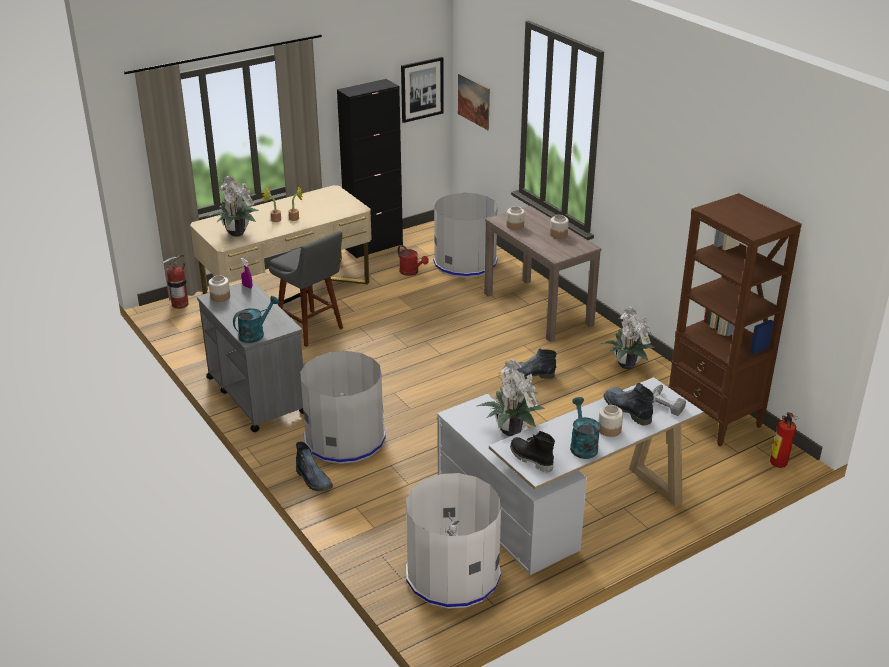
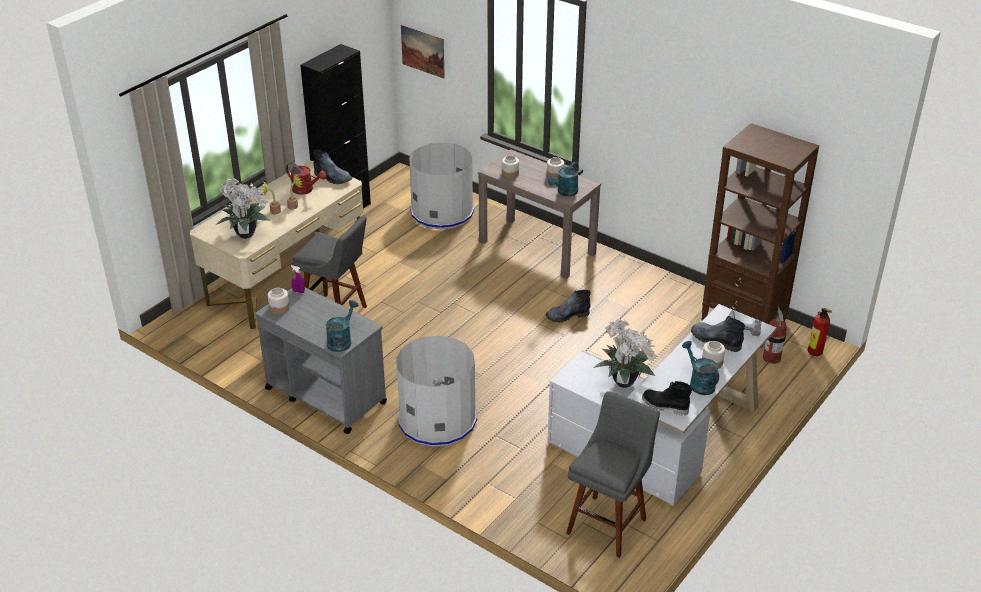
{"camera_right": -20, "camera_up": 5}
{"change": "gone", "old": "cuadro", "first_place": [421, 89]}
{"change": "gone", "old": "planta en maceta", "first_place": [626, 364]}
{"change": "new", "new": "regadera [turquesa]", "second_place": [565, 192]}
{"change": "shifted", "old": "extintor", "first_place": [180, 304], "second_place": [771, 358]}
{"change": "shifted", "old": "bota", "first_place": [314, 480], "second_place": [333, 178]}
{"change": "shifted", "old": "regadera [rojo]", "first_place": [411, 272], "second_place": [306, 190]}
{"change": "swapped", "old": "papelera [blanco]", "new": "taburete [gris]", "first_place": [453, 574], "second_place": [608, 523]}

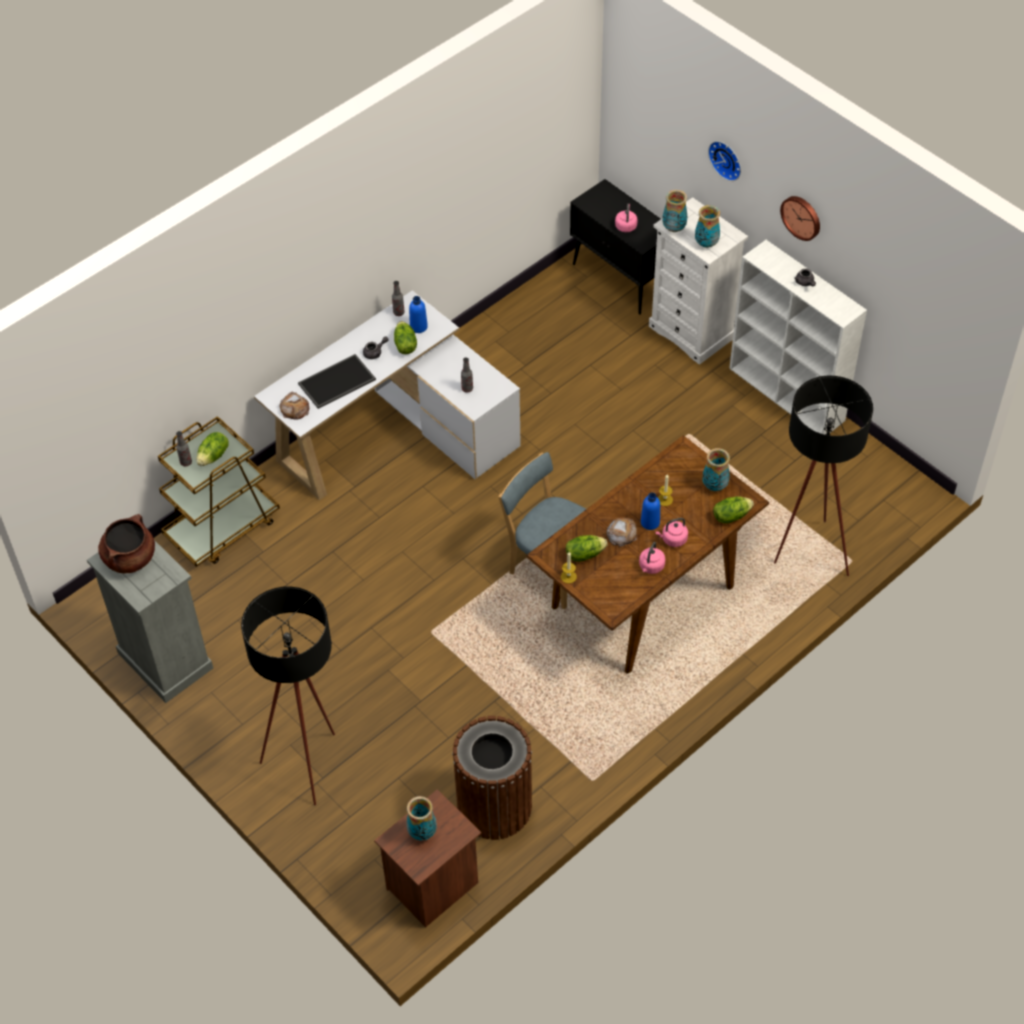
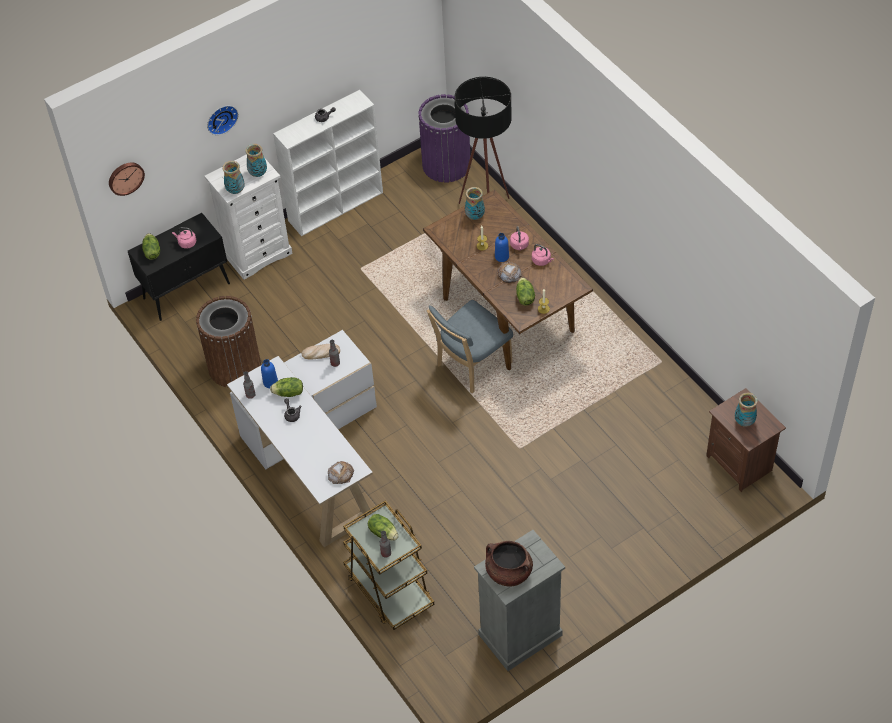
{"camera_right": -80, "camera_up": 0}
{"change": "gone", "old": "lámpara de pie [negro]", "first_place": [310, 760]}
{"change": "gone", "old": "bandeja", "first_place": [337, 383]}
{"change": "new", "new": "pan", "second_place": [321, 353]}
{"change": "new", "new": "papelera [morado]", "second_place": [446, 164]}
{"change": "shifted", "old": "papelera [marrón]", "first_place": [494, 806], "second_place": [234, 366]}
{"change": "shifted", "old": "lechuga", "first_place": [731, 516], "second_place": [152, 252]}
{"change": "shifted", "old": "reloj de pared", "first_place": [802, 217], "second_place": [125, 177]}

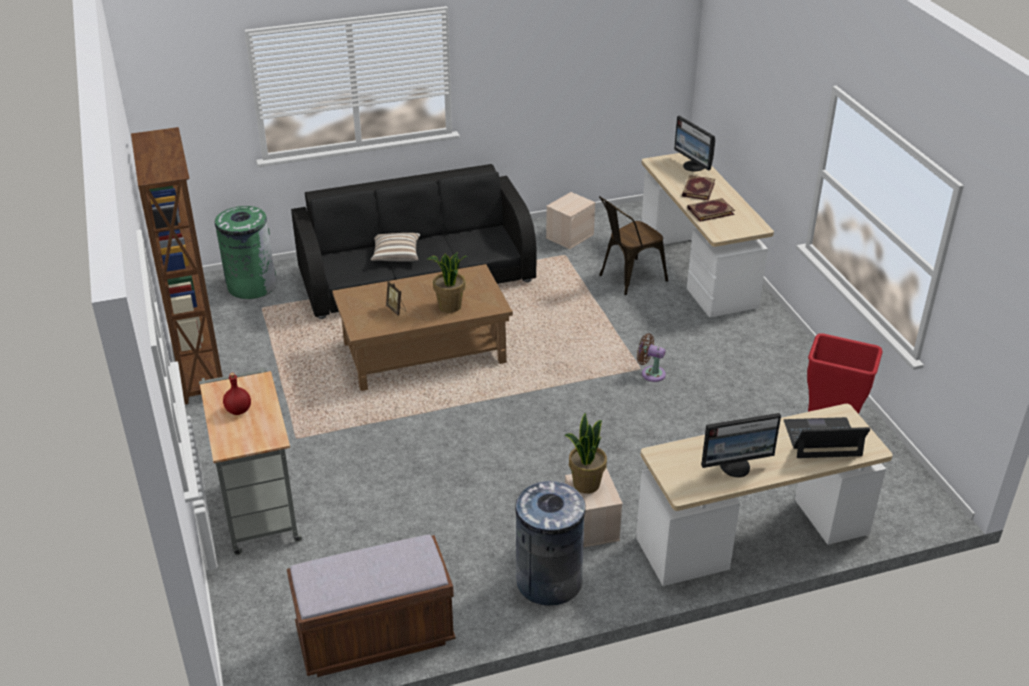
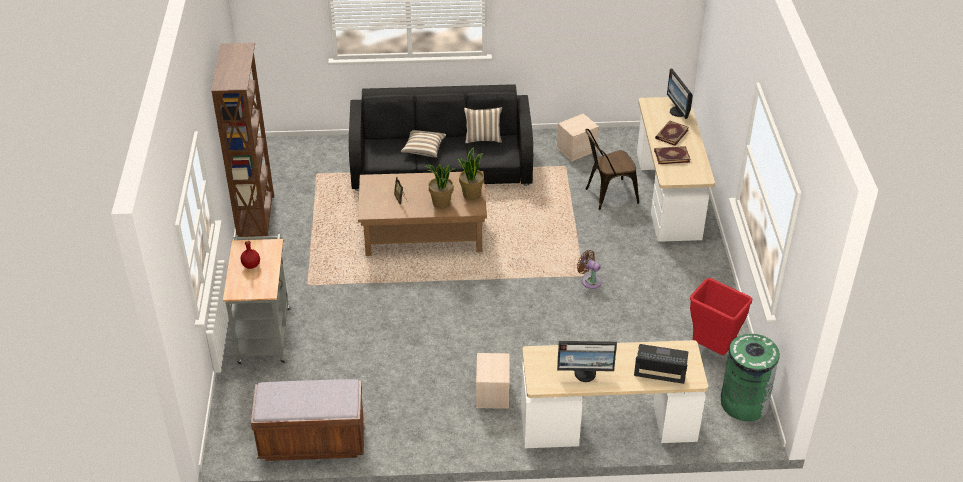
{"camera_right": 15, "camera_up": 5}
{"change": "gone", "old": "papelera [gris]", "first_place": [548, 581]}
{"change": "new", "new": "cojín", "second_place": [483, 139]}
{"change": "shifted", "old": "papelera [verde]", "first_place": [251, 285], "second_place": [743, 403]}
{"change": "shifted", "old": "planta en maceta", "first_place": [586, 484], "second_place": [471, 194]}

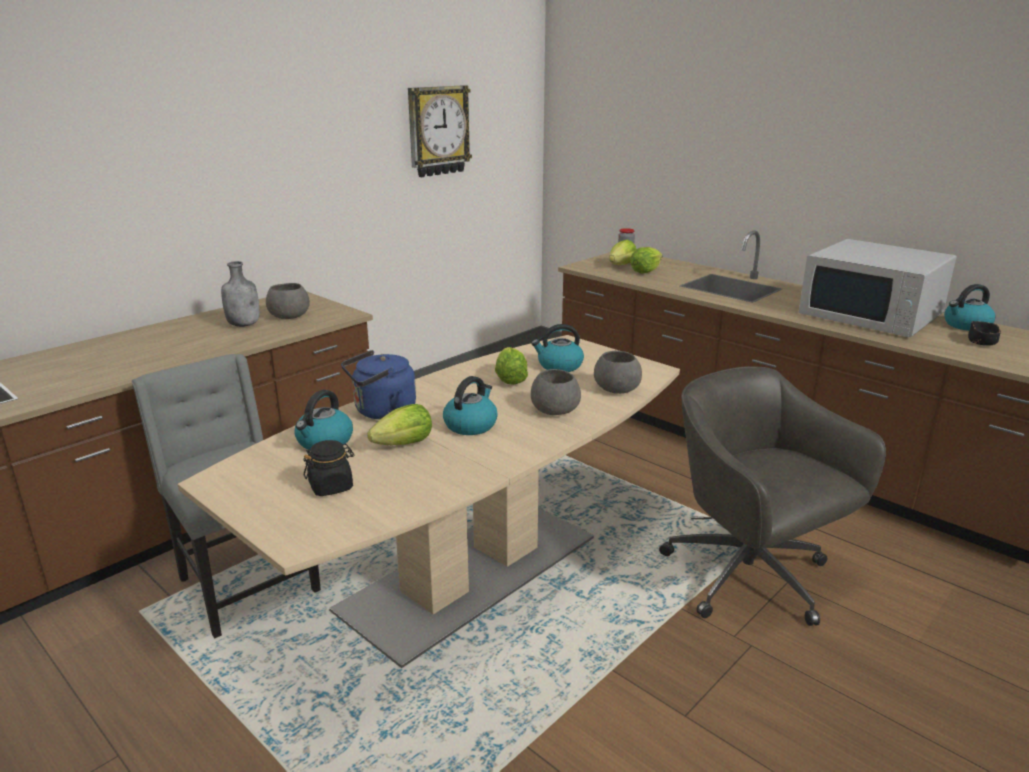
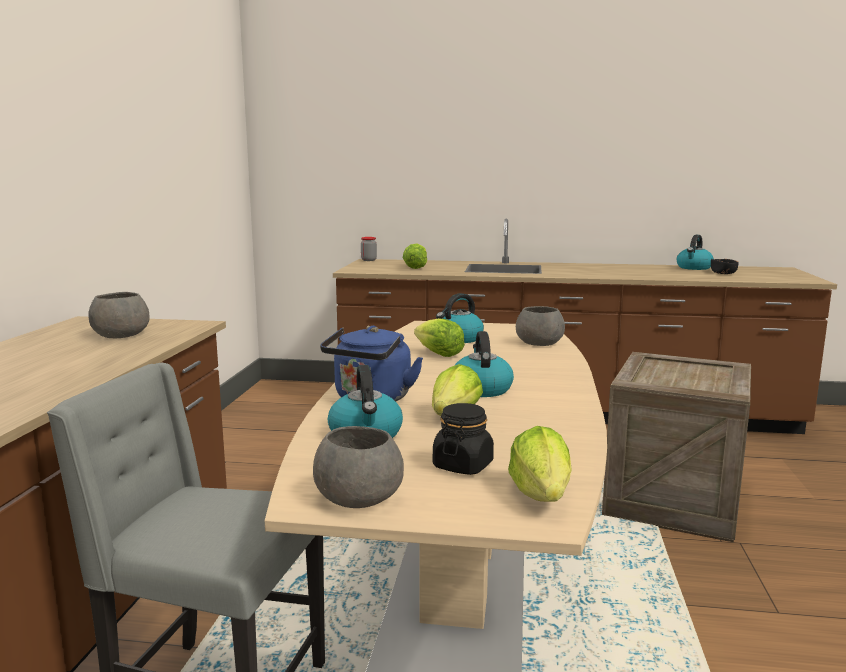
{"camera_right": -35, "camera_up": -10}
{"change": "gone", "old": "botella [gris]", "first_place": [244, 324]}
{"change": "gone", "old": "reloj de pared", "first_place": [438, 131]}
{"change": "gone", "old": "microondas [blanco]", "first_place": [871, 315]}
{"change": "shifted", "old": "cuenco [gris]", "first_place": [554, 409], "second_place": [357, 497]}
{"change": "shifted", "old": "lechuga", "first_place": [621, 265], "second_place": [541, 495]}
{"change": "swapped", "old": "silla de oficina [gris]", "new": "caja de embalaje", "first_place": [750, 579], "second_place": [672, 498]}

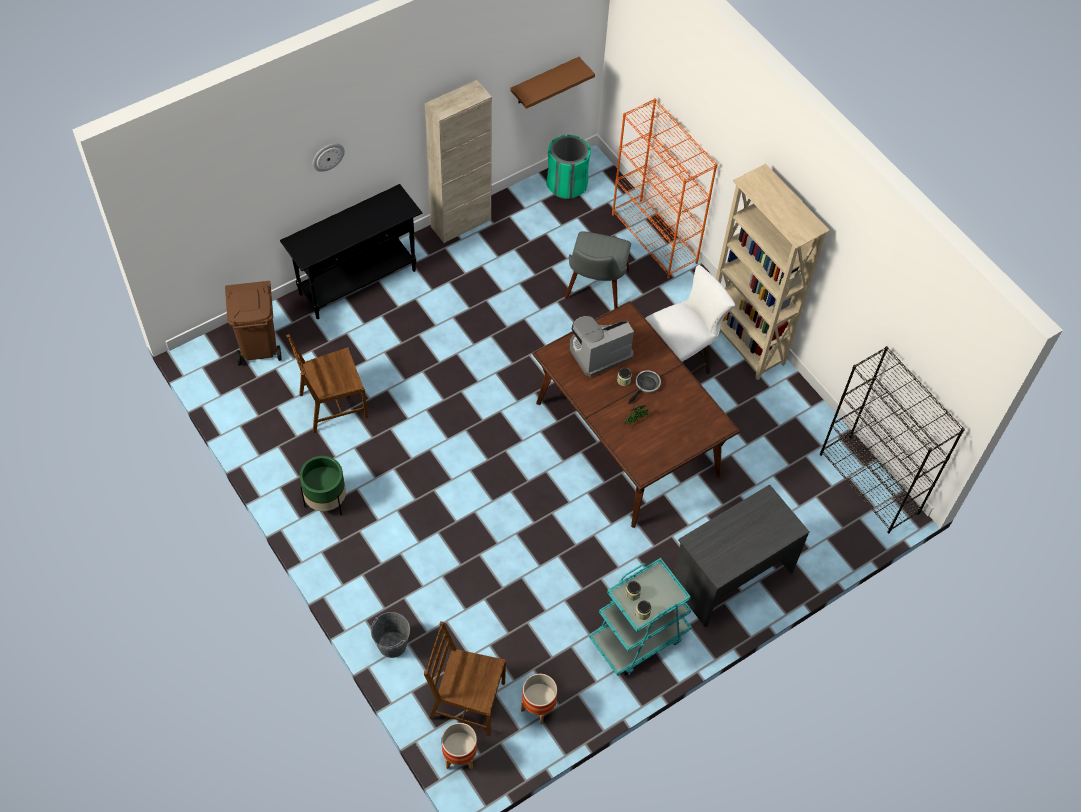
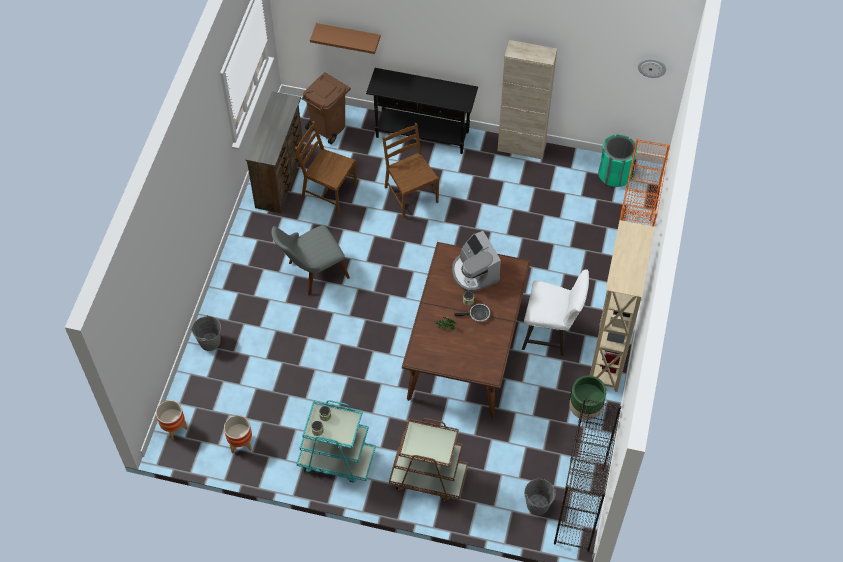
{"camera_right": 50, "camera_up": 0}
{"change": "new", "new": "cómoda [marrón]", "second_place": [281, 178]}
{"change": "new", "new": "cubo [gris]", "second_place": [537, 504]}
{"change": "shifted", "old": "maceta [verde]", "first_place": [326, 501], "second_place": [584, 411]}
{"change": "shifted", "old": "reloj de pared", "first_place": [328, 156], "second_place": [652, 67]}
{"change": "shifted", "old": "silla [marrón]", "first_place": [466, 701], "second_place": [410, 194]}
{"change": "shifted", "old": "estante [marrón]", "first_place": [544, 81], "second_place": [348, 36]}
{"change": "shifted", "old": "silla [gris]", "first_place": [594, 290], "second_place": [311, 273]}
{"change": "swapped", "old": "escritorio [gris]", "new": "carrito [marrón]", "first_place": [730, 576], "second_place": [428, 477]}
{"change": "rotated", "old": "cafetera", "first_place": [598, 351], "second_place": [474, 273], "degrees": -135}

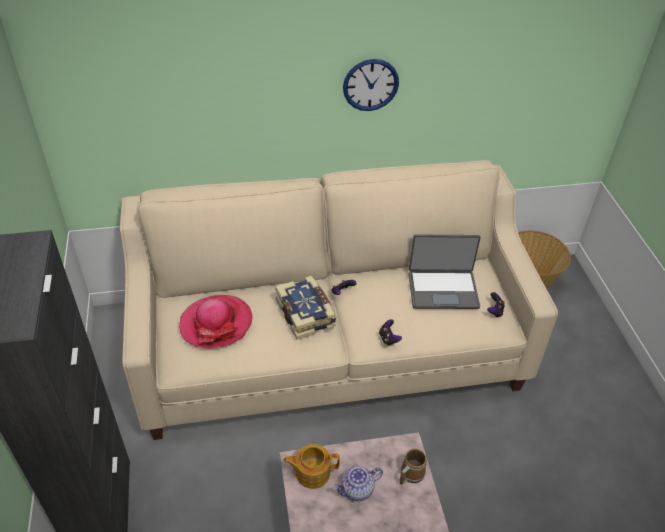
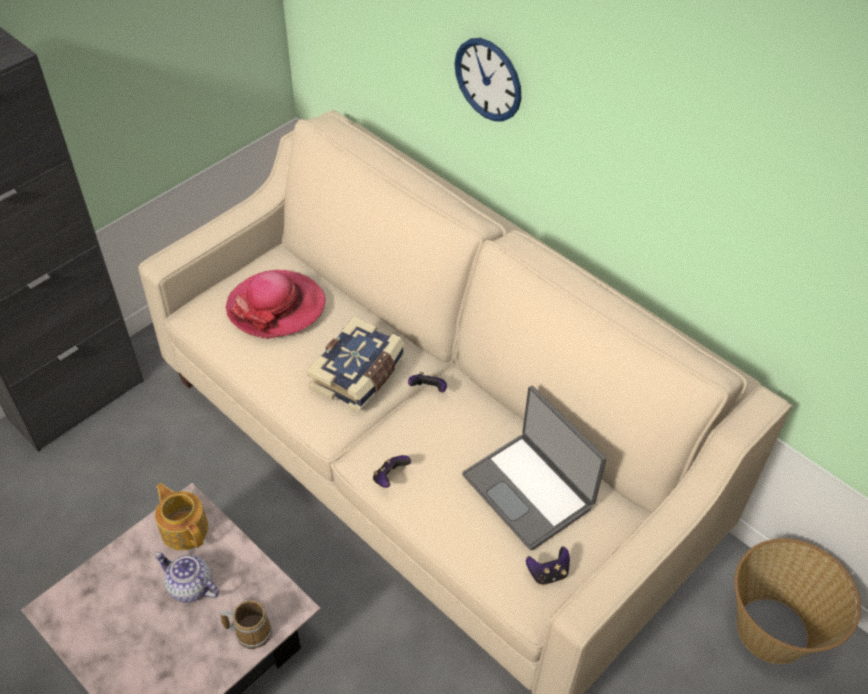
{"camera_right": 55, "camera_up": 5}
{"change": "shifted", "old": "reloj de pared", "first_place": [370, 85], "second_place": [488, 79]}

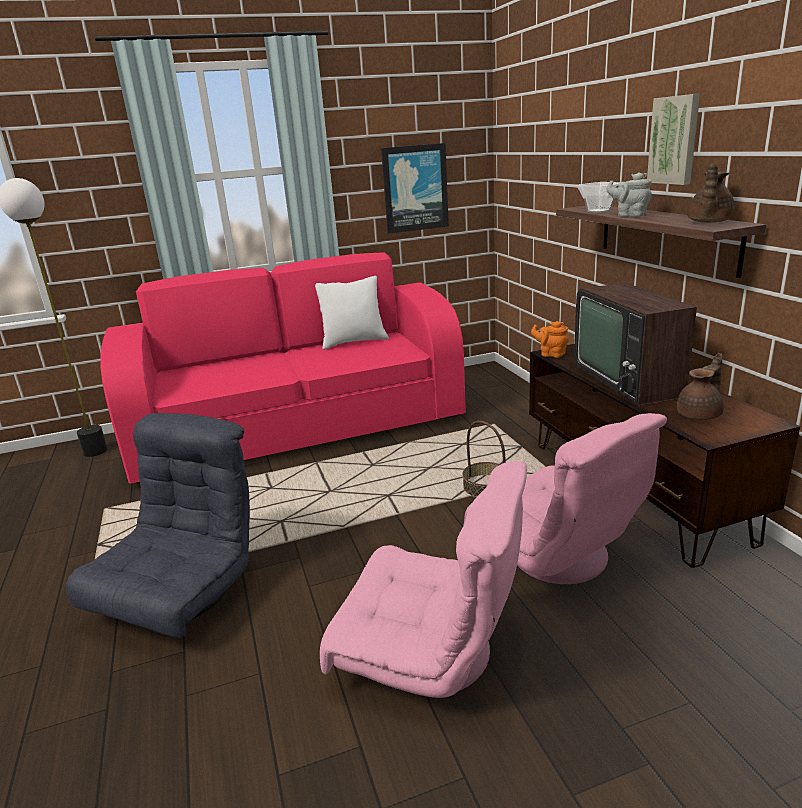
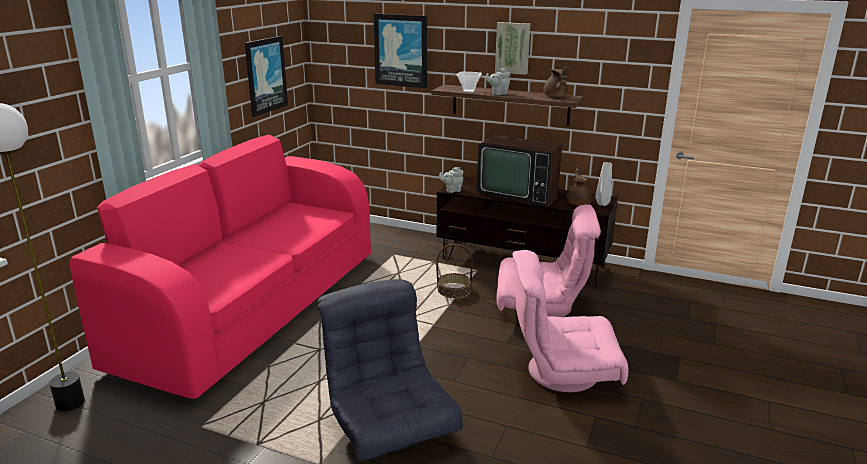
{"camera_right": -50, "camera_up": 0}
{"change": "gone", "old": "cojín [blanco]", "first_place": [353, 342]}
{"change": "new", "new": "cuadro", "second_place": [401, 50]}
{"change": "new", "new": "florero [gris]", "second_place": [602, 204]}
{"change": "repainted", "old": "tetera [naranja]", "new": "tetera [gris]", "first_place": [551, 354], "second_place": [452, 190]}
{"change": "rotated", "old": "sillón [rosa]", "first_place": [431, 654], "second_place": [562, 371], "degrees": -150}

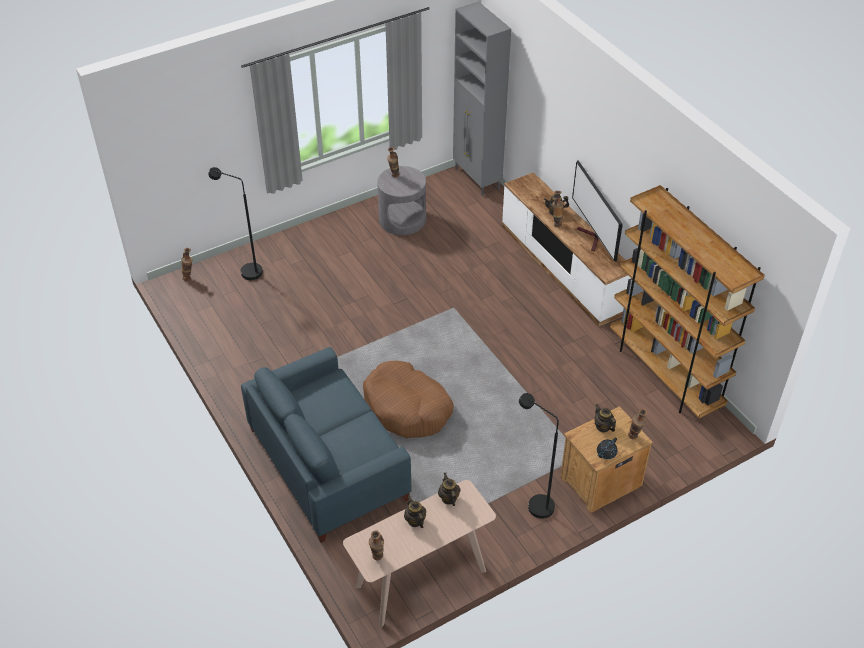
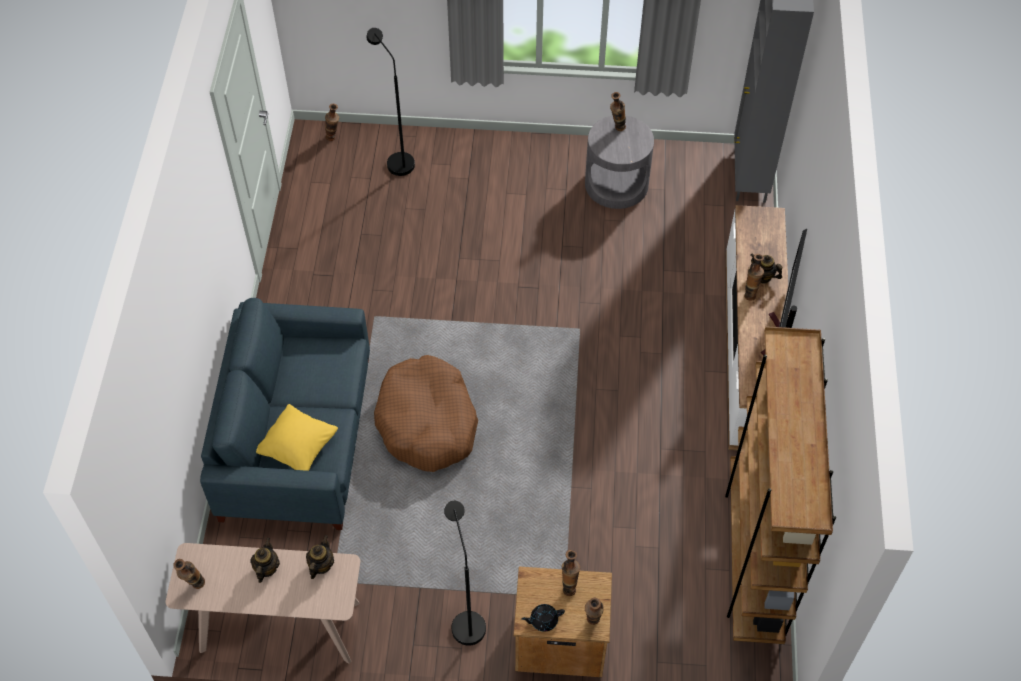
{"camera_right": 35, "camera_up": 10}
{"change": "new", "new": "cojín [amarillo]", "second_place": [298, 448]}
{"change": "swapped", "old": "tetera", "new": "florero", "first_place": [603, 427], "second_place": [569, 586]}

